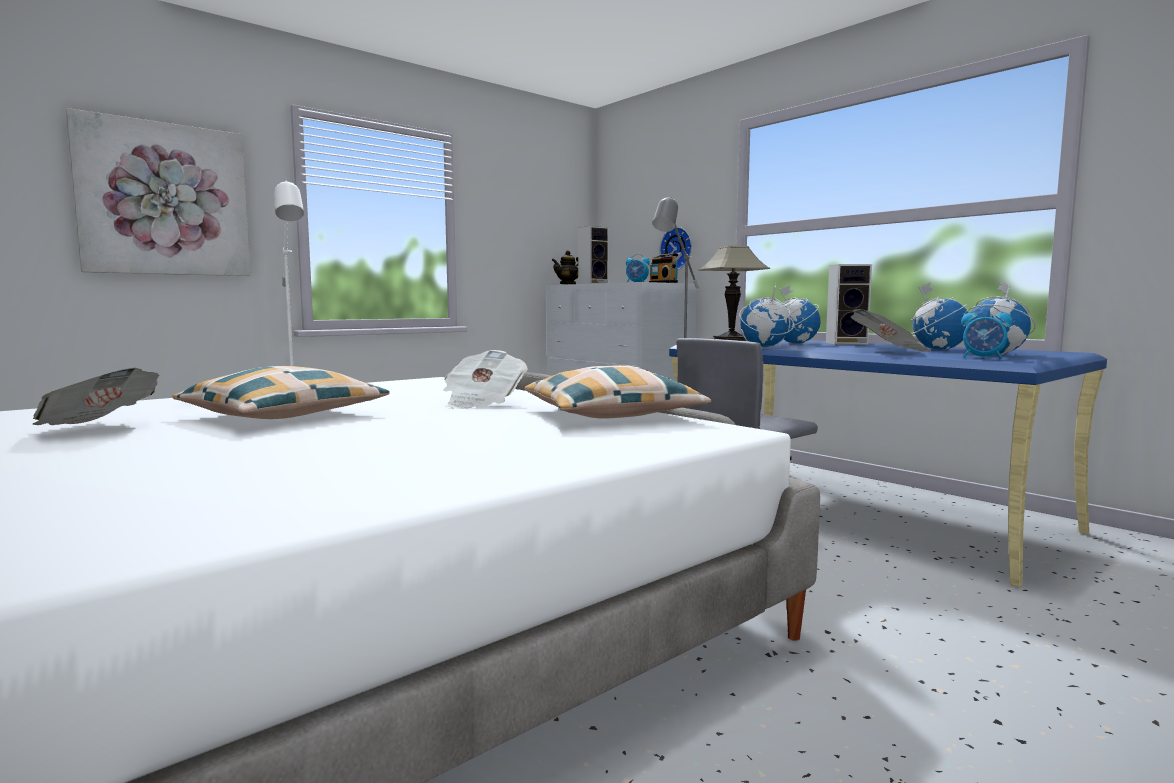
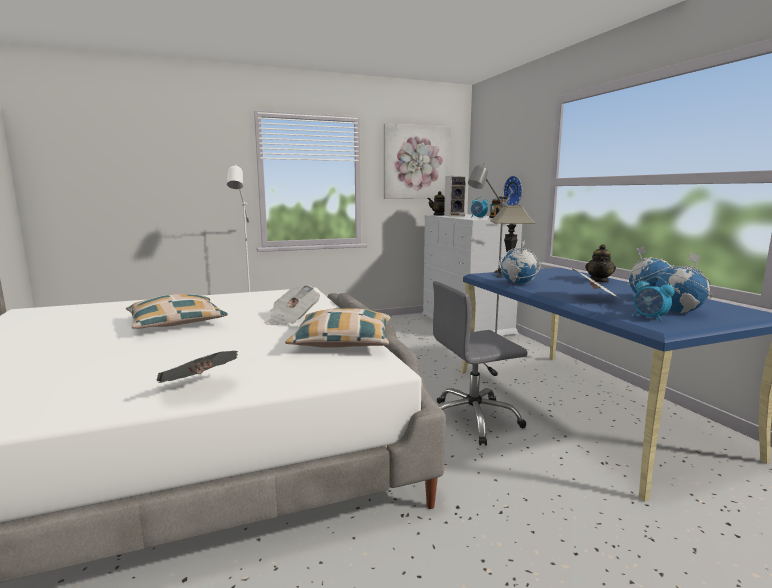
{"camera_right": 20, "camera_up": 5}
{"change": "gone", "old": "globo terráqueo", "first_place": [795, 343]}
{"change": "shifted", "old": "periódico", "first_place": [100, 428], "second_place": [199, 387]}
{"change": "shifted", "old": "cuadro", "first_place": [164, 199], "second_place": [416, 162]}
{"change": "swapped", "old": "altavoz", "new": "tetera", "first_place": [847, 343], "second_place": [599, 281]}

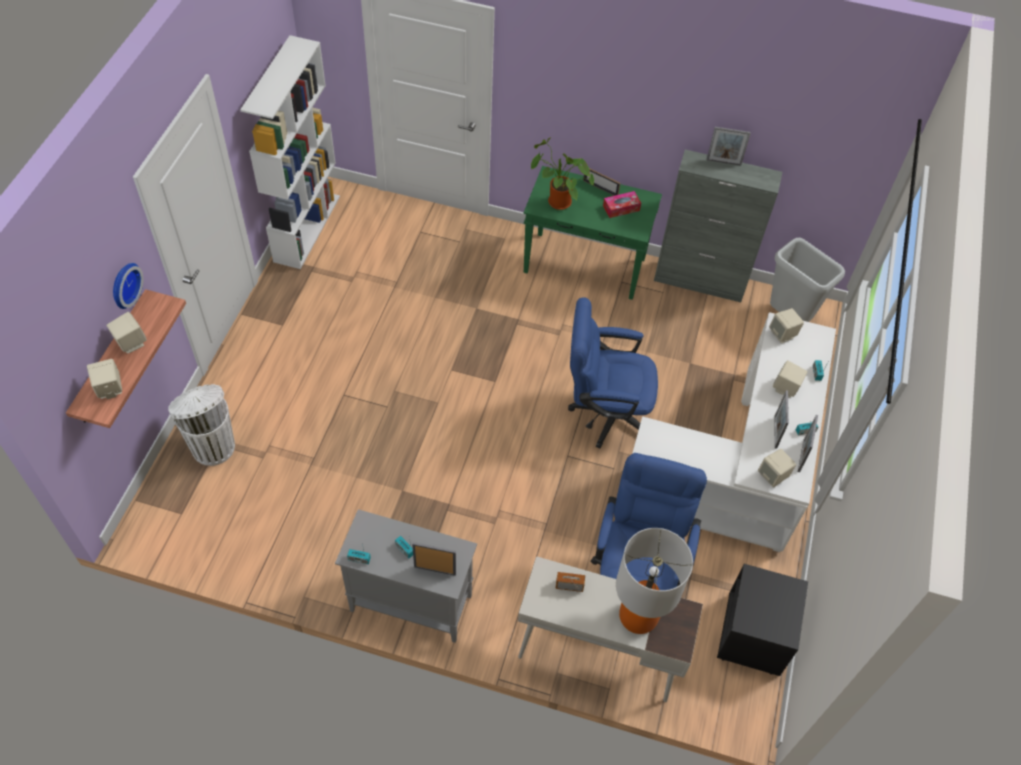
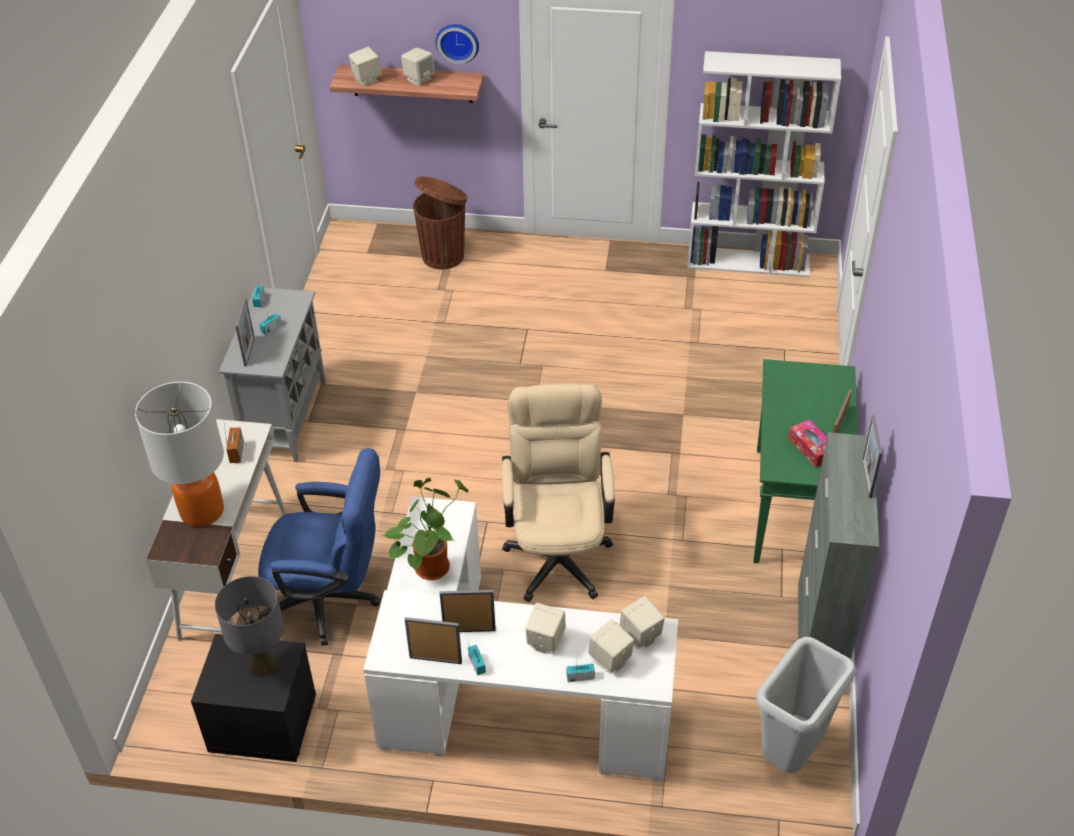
{"camera_right": 85, "camera_up": -10}
{"change": "new", "new": "lámpara de mesa [gris]", "second_place": [262, 666]}
{"change": "shifted", "old": "planta en maceta", "first_place": [556, 202], "second_place": [431, 565]}
{"change": "shifted", "old": "altavoz [beis]", "first_place": [773, 476], "second_place": [610, 660]}
{"change": "repainted", "old": "papelera [blanco]", "new": "papelera [marrón]", "first_place": [212, 446], "second_place": [444, 255]}
{"change": "repainted", "old": "silla de oficina [azul]", "new": "silla de oficina [beis]", "first_place": [604, 413], "second_place": [558, 551]}

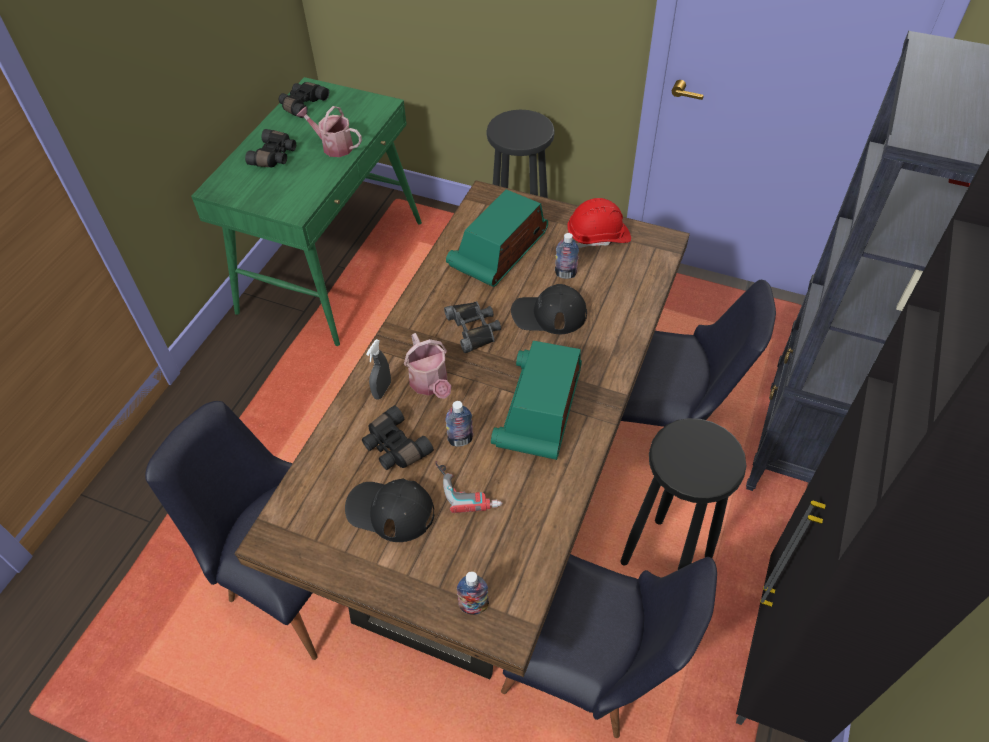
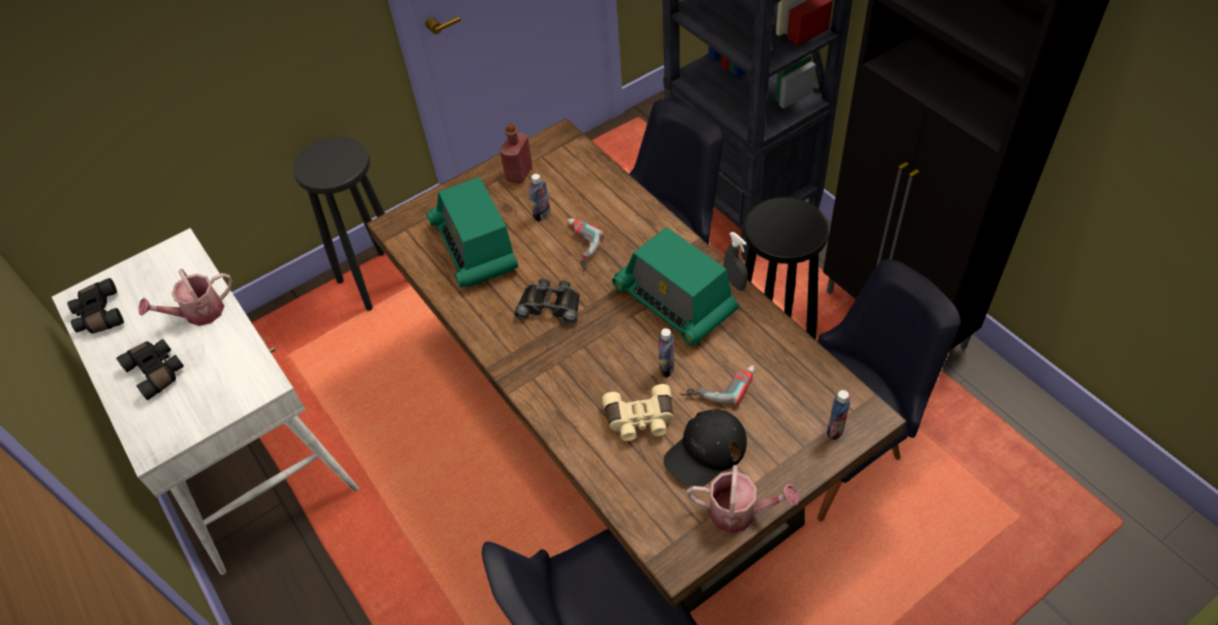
{"camera_right": -55, "camera_up": 0}
{"change": "shifted", "old": "pulverizador [gris]", "first_place": [382, 390], "second_place": [734, 283]}
{"change": "shifted", "old": "regadera", "first_place": [430, 384], "second_place": [739, 512]}
{"change": "swapped", "old": "gorra [negro]", "new": "taladro", "first_place": [548, 314], "second_place": [577, 247]}
{"change": "swapped", "old": "casco [rojo]", "new": "botella [rojo]", "first_place": [598, 237], "second_place": [519, 174]}
{"change": "repainted", "old": "escritorio [verde]", "new": "escritorio [blanco]", "first_place": [332, 265], "second_place": [243, 448]}
{"change": "repainted", "old": "prismáticos [negro]", "new": "prismáticos [beis]", "first_place": [394, 447], "second_place": [640, 420]}

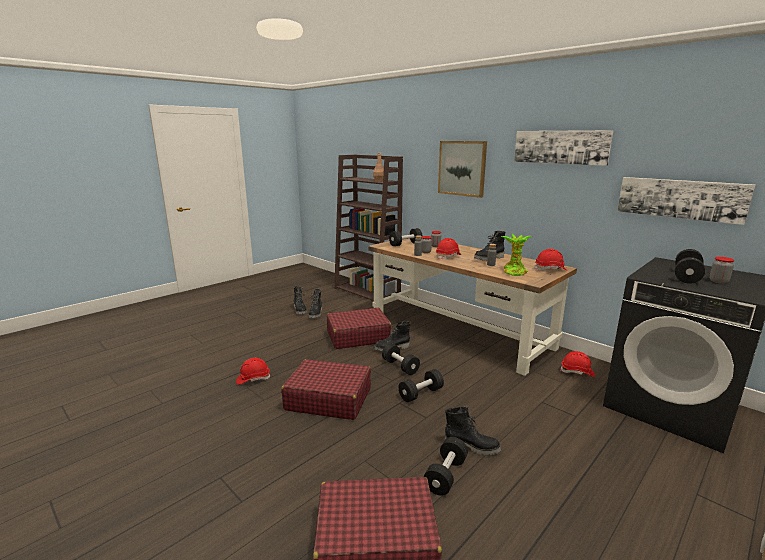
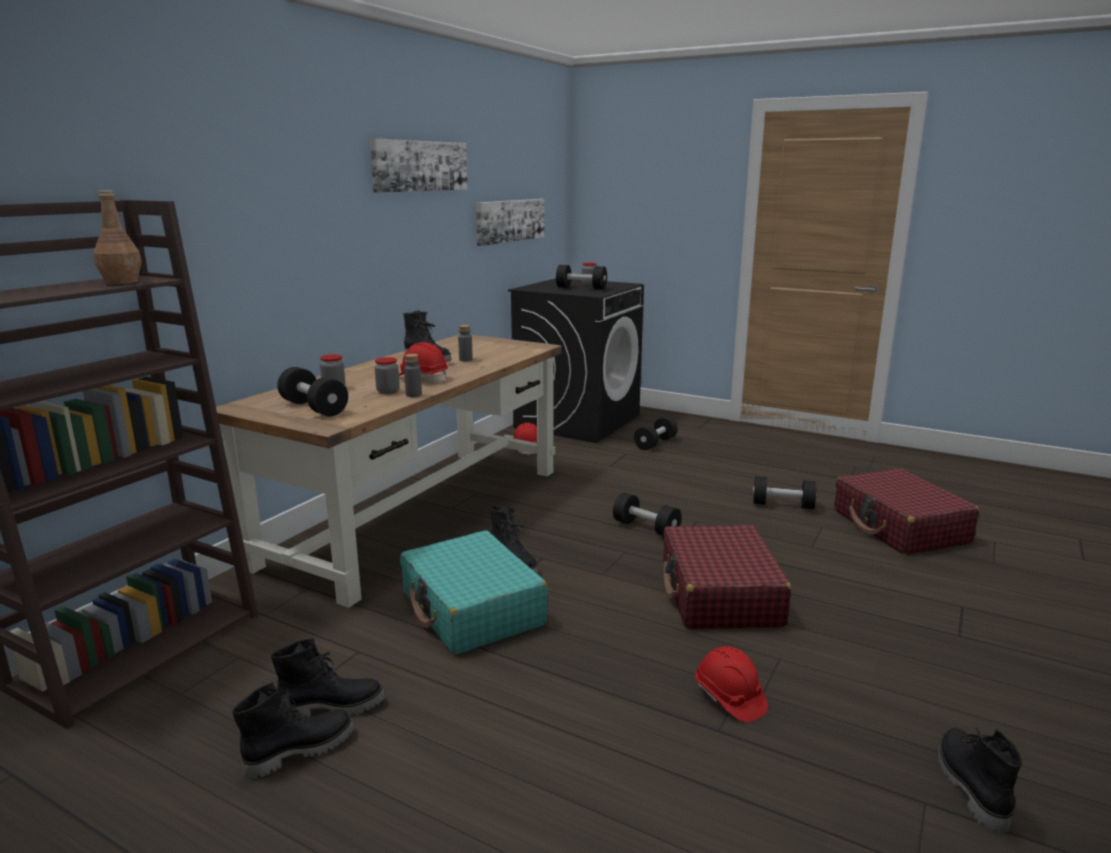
{"camera_right": -105, "camera_up": 0}
{"change": "gone", "old": "cuadro", "first_place": [462, 168]}
{"change": "gone", "old": "planta en maceta", "first_place": [514, 272]}
{"change": "gone", "old": "casco [rojo]", "first_place": [550, 269]}
{"change": "shifted", "old": "mancuerna [negro]", "first_place": [400, 366], "second_place": [655, 443]}
{"change": "shifted", "old": "bota [negro]", "first_place": [472, 446], "second_place": [969, 786]}
{"change": "repainted", "old": "maleta [rojo]", "new": "maleta [turquesa]", "first_place": [358, 336], "second_place": [472, 609]}

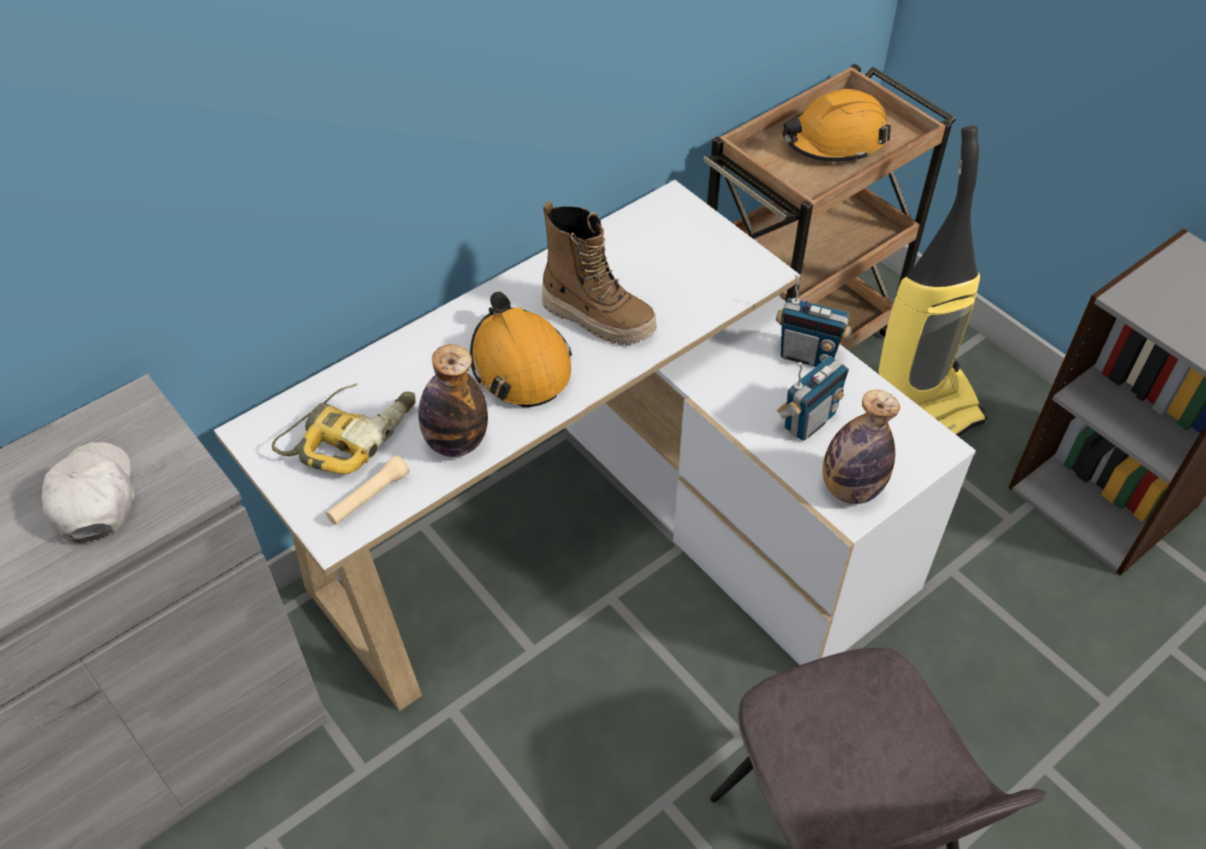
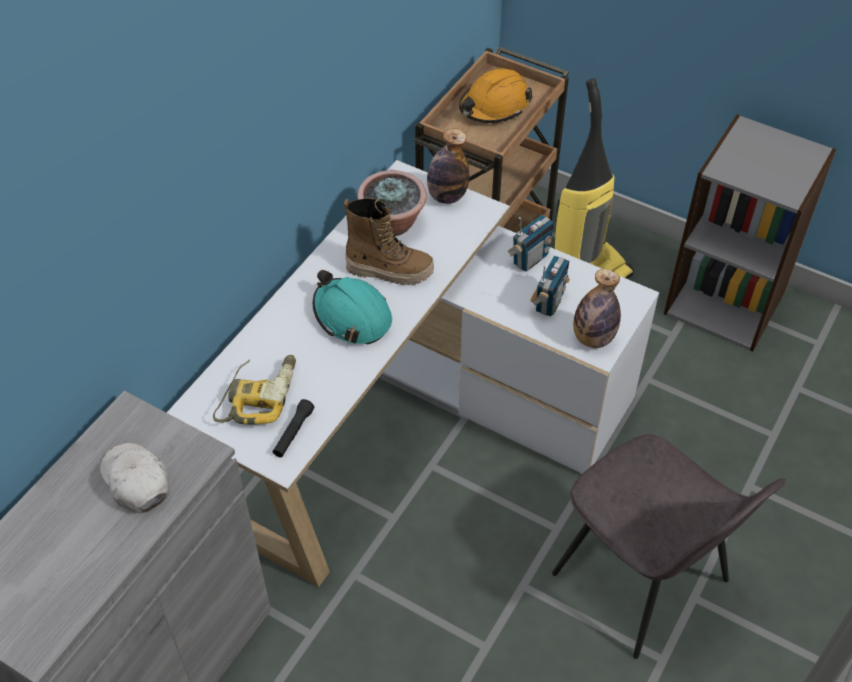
{"camera_right": -20, "camera_up": 0}
{"change": "new", "new": "planta en maceta", "second_place": [393, 224]}
{"change": "shifted", "old": "botella", "first_place": [456, 442], "second_place": [447, 196]}
{"change": "repainted", "old": "linterna [beis]", "new": "linterna [negro]", "first_place": [368, 497], "second_place": [293, 433]}
{"change": "repainted", "old": "casco [naranja]", "new": "casco [turquesa]", "first_place": [520, 364], "second_place": [352, 316]}
{"change": "rotated", "old": "radio", "first_place": [807, 356], "second_place": [530, 259], "degrees": -45}

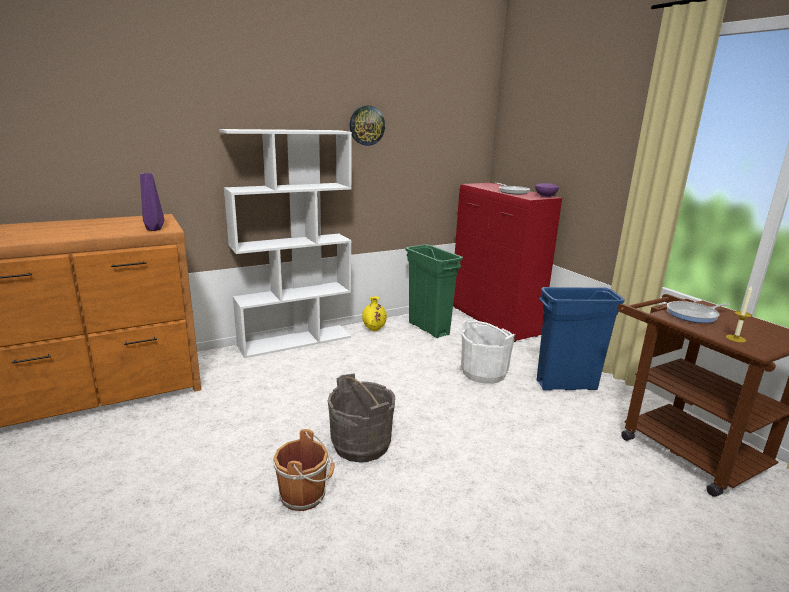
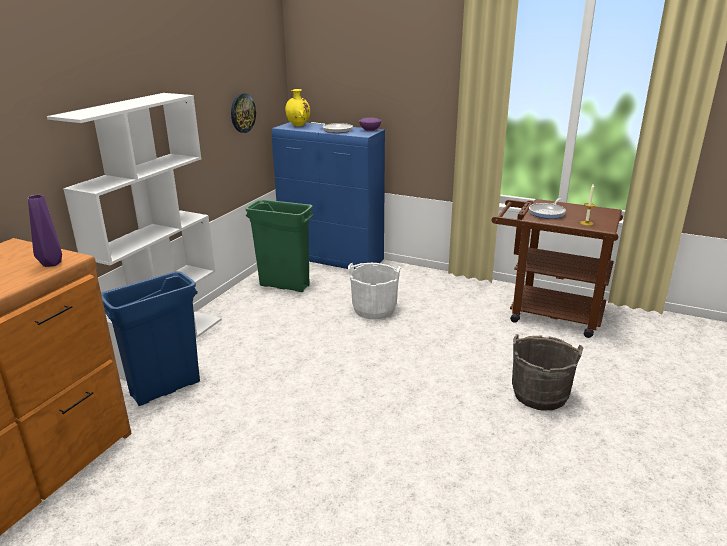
{"camera_right": -35, "camera_up": 5}
{"change": "gone", "old": "cubo [marrón]", "first_place": [305, 495]}
{"change": "shifted", "old": "cubo [gris]", "first_place": [361, 445], "second_place": [539, 394]}
{"change": "shifted", "old": "reloj de pared", "first_place": [366, 125], "second_place": [242, 113]}
{"change": "shifted", "old": "florero [amarillo]", "first_place": [374, 329], "second_place": [298, 125]}
{"change": "shifted", "old": "papelera [azul]", "first_place": [566, 385], "second_place": [165, 389]}
{"change": "repainted", "old": "armario [rojo]", "new": "armario [azul]", "first_place": [494, 321], "second_place": [332, 260]}

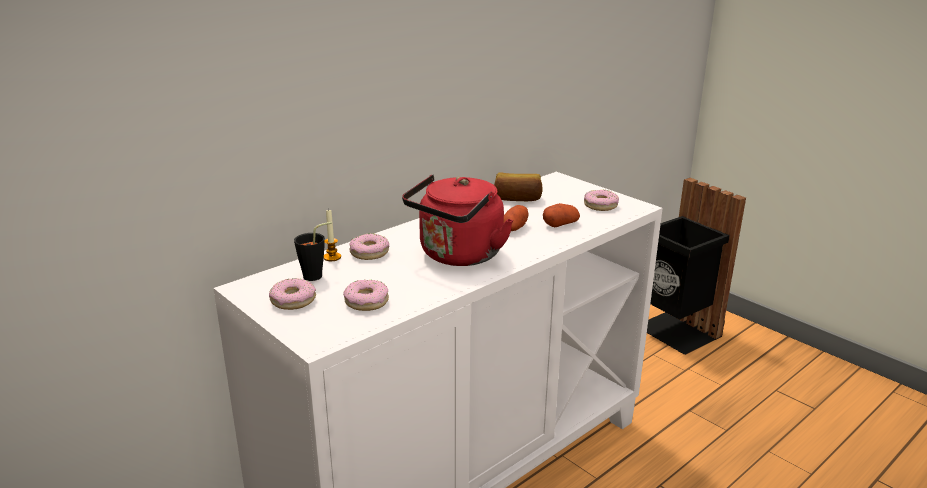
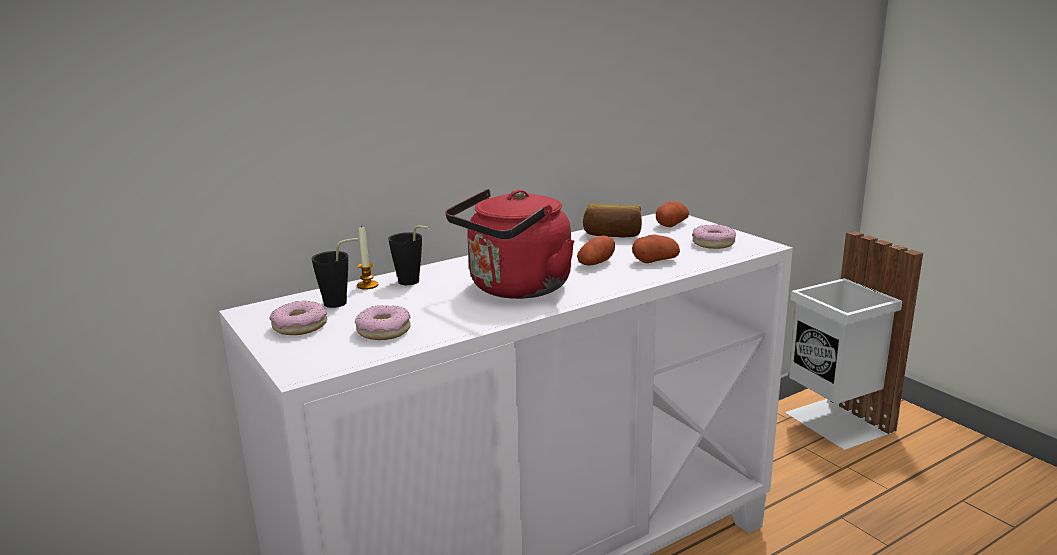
{"camera_right": 10, "camera_up": -5}
{"change": "new", "new": "patata", "second_place": [671, 224]}
{"change": "swapped", "old": "rosquilla", "new": "taza [negro]", "first_place": [369, 253], "second_place": [412, 282]}
{"change": "repainted", "old": "papelera [negro]", "new": "papelera [blanco]", "first_place": [675, 332], "second_place": [836, 423]}

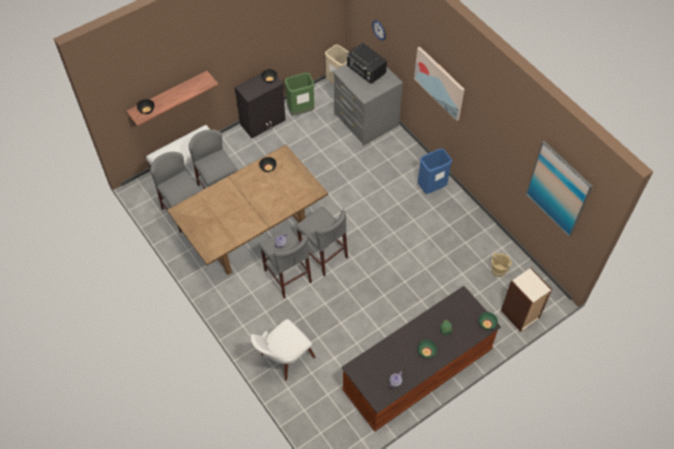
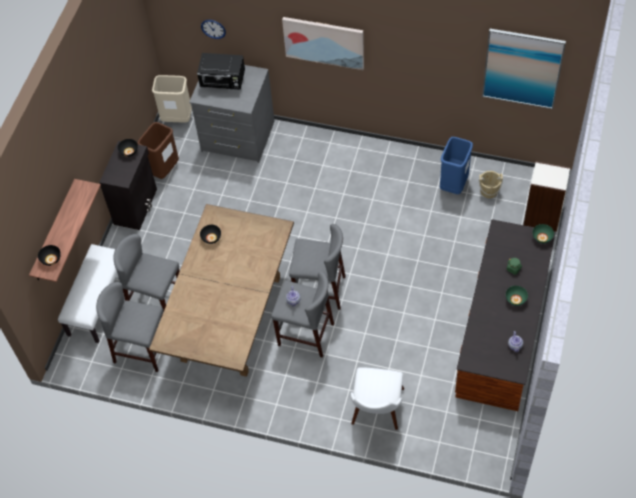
{"camera_right": -35, "camera_up": 0}
{"change": "shifted", "old": "papelera [azul]", "first_place": [431, 187], "second_place": [453, 185]}
{"change": "repainted", "old": "papelera [verde]", "new": "papelera [marrón]", "first_place": [300, 111], "second_place": [163, 170]}

